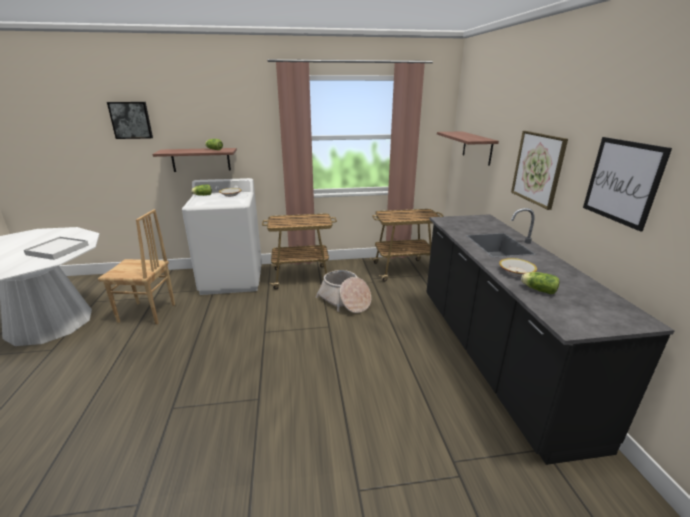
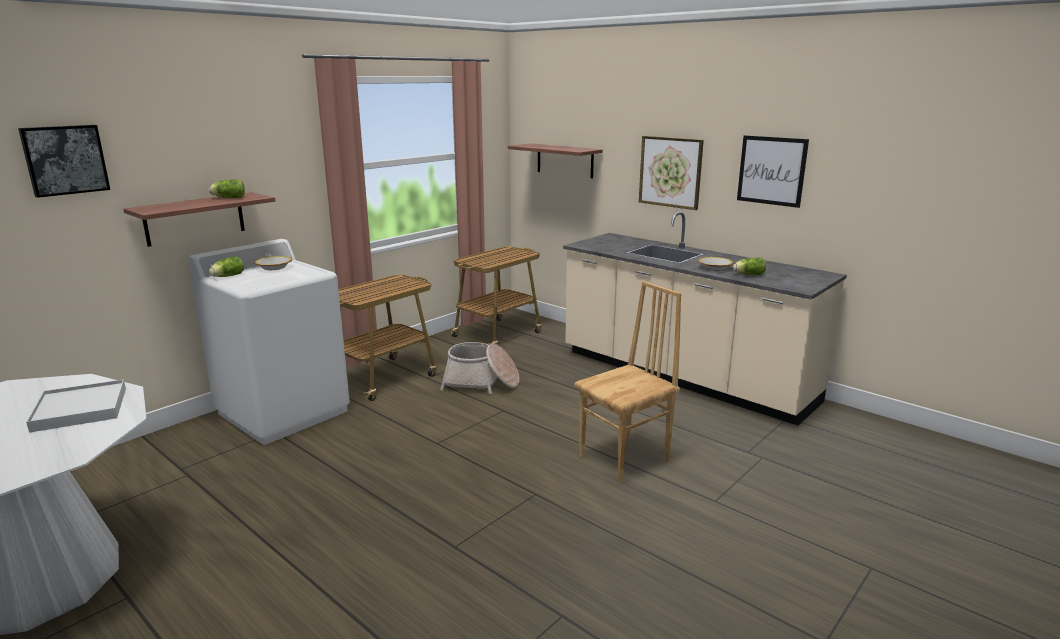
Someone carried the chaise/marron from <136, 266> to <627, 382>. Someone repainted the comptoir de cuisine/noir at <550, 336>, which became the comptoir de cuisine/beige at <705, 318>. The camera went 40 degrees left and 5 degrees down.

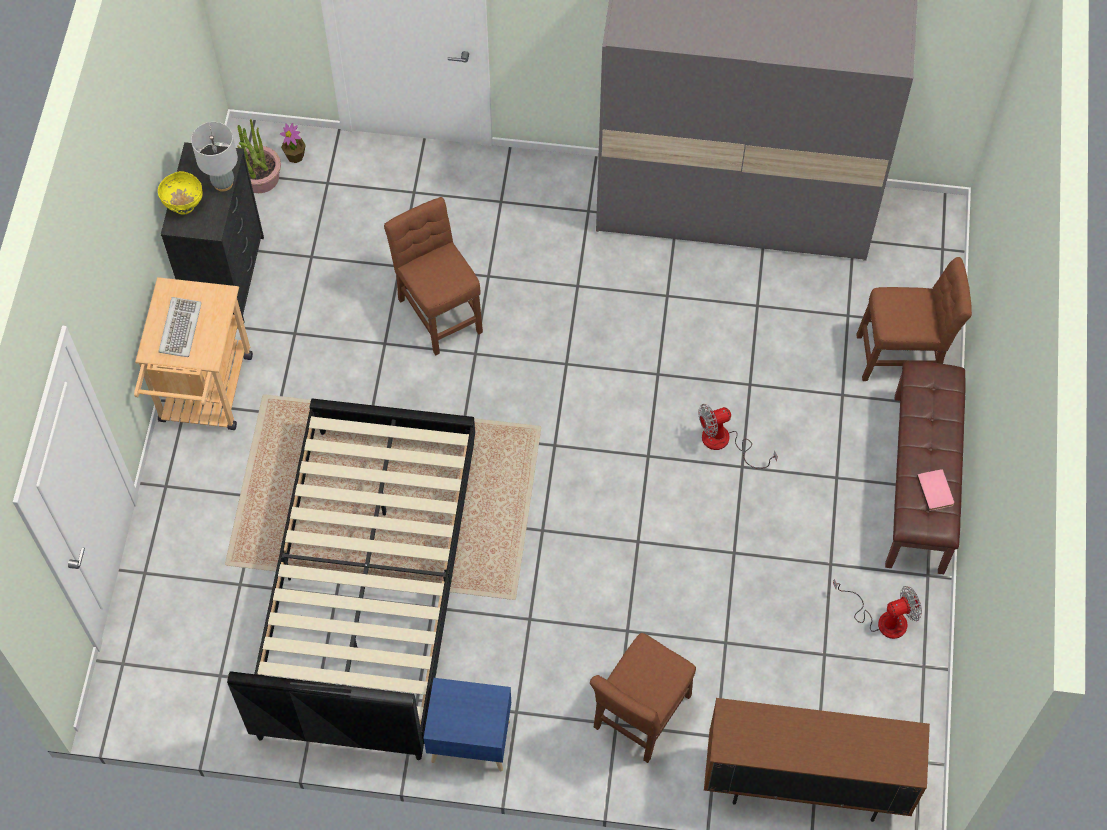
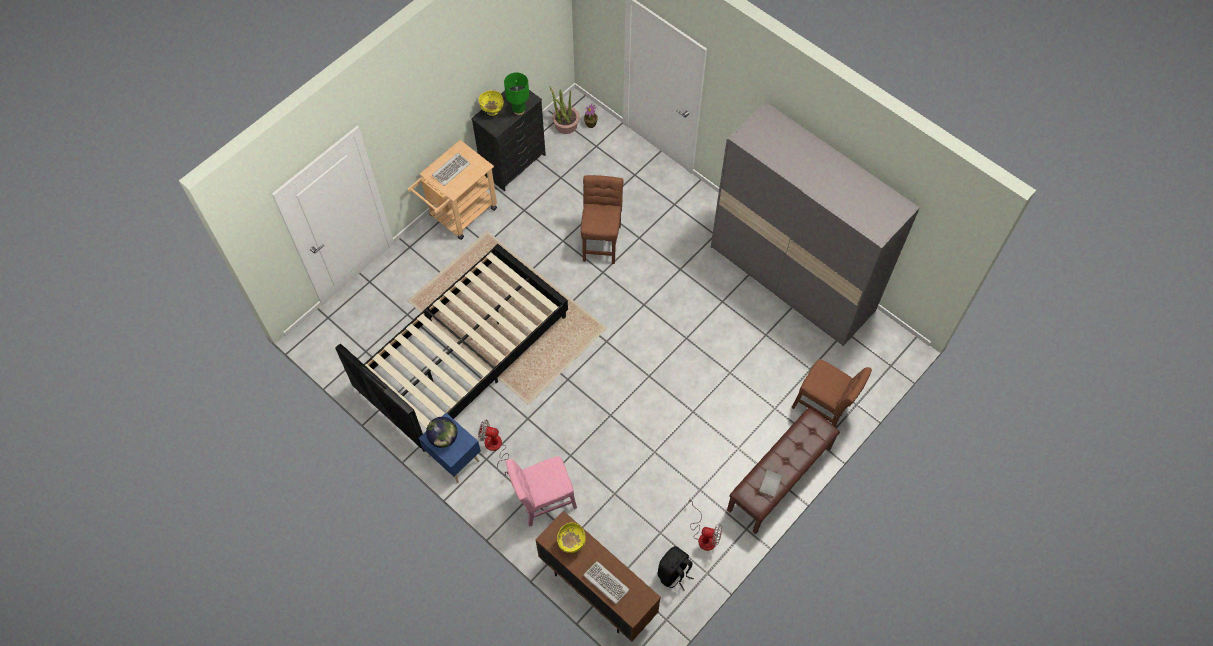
Someone put down the globe at <441, 432>. Someone put down the bol/jaune at <571, 538>. Someone put down the clavier at <606, 582>. Someone put down the sac à dos/noir at <675, 568>. Someone carried the ventilateur from <738, 436> to <493, 448>. Someone repainted the lampe de table/gris at <214, 157>, which became the lampe de table/vert at <516, 93>. Someone repainted the chaise/marron at <643, 698>, which became the chaise/rose at <541, 491>. Someone repainted the livre/rose at <935, 490>, which became the livre/gris at <770, 484>. The camera went 35 degrees right and 0 degrees up.

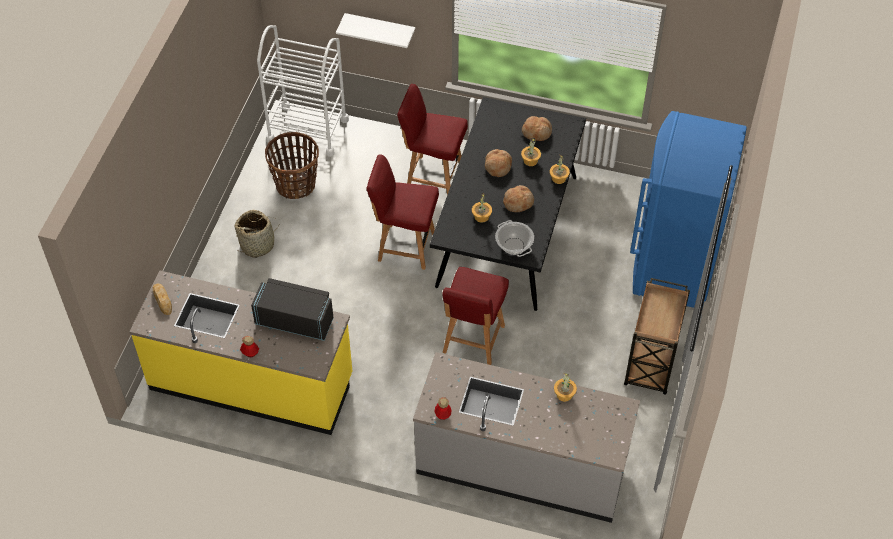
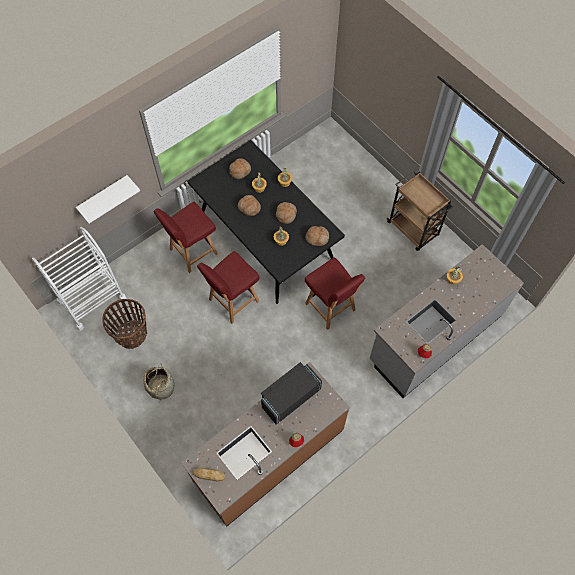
Someone took away the réfrigérateur/bleu at <688, 210>. Someone swapped the marmite at <514, 238> for the pain at <317, 236>. Someone repainted the comptoir de cuisine/jaune at <240, 353>, which became the comptoir de cuisine/marron at <265, 444>. The camera went 55 degrees left and 10 degrees up.

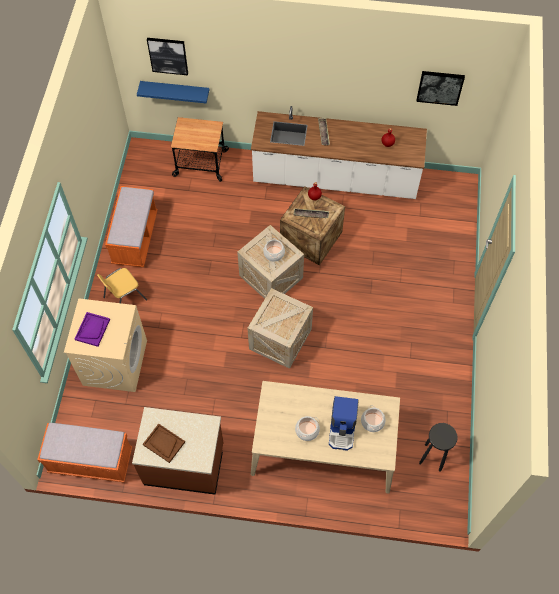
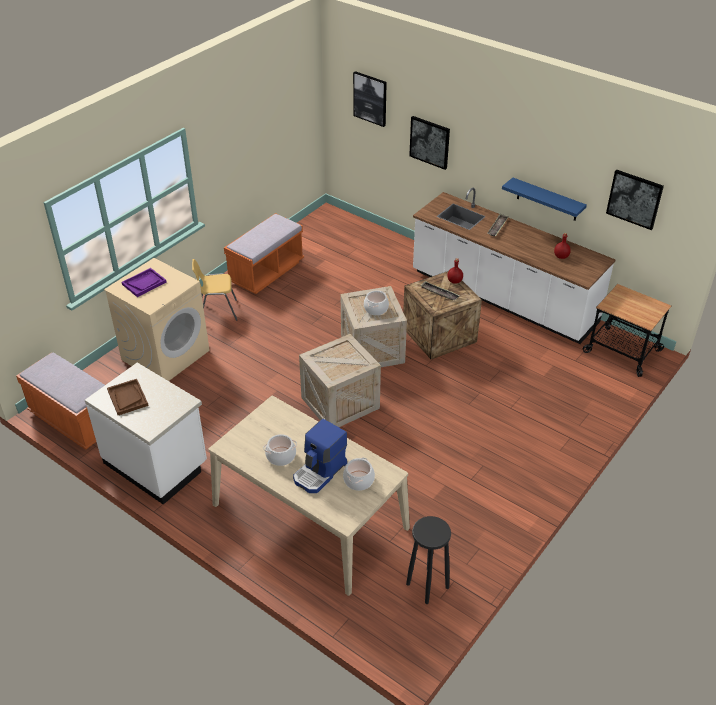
Someone put up the tableau at <429, 143>. Someone carried the étagère/bleu from <173, 92> to <544, 199>. Someone carried the chariot from <200, 149> to <627, 330>. Someone repainted the comptoir de cuisine/marron at <178, 451>, which became the comptoir de cuisine/blanc at <146, 433>. The camera went 30 degrees right and 20 degrees down.

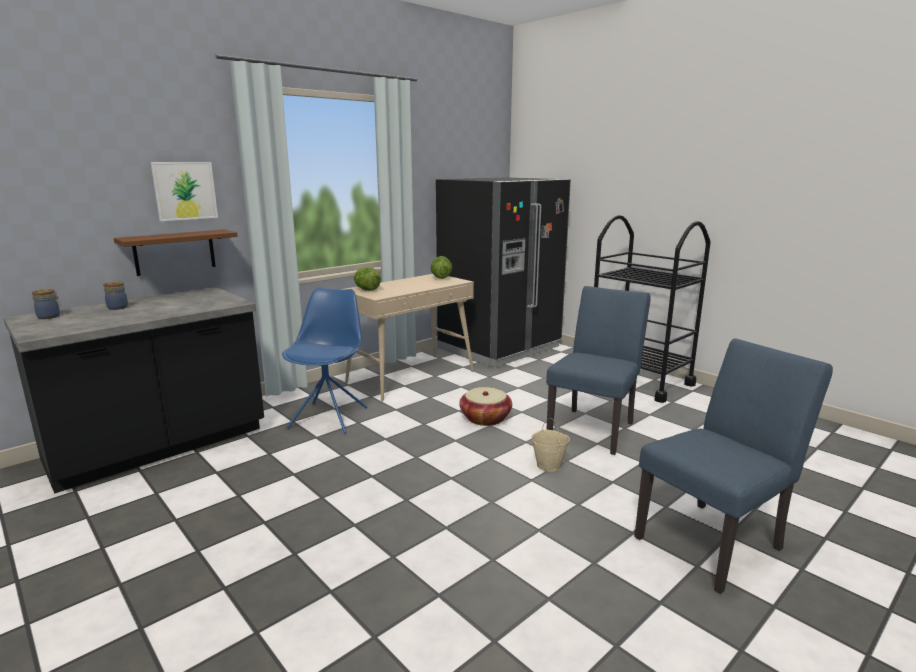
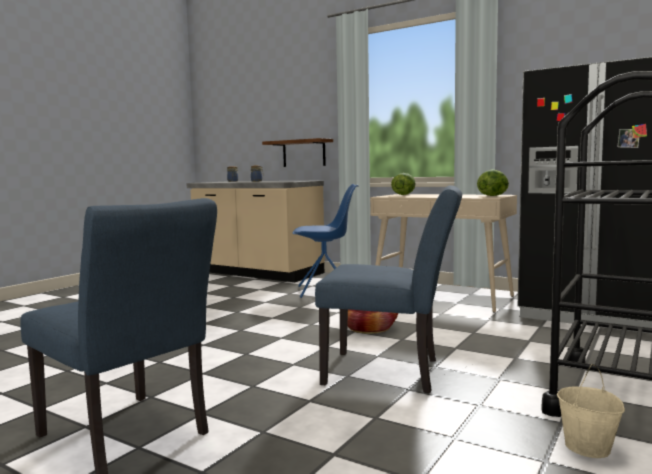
Someone took away the tableau at <184, 191>. Someone carried the seau/beige from <550, 445> to <591, 411>. Someone repainted the comptoir de cuisine/noir at <133, 390>, which became the comptoir de cuisine/beige at <256, 231>. The camera went 75 degrees right and 10 degrees down.

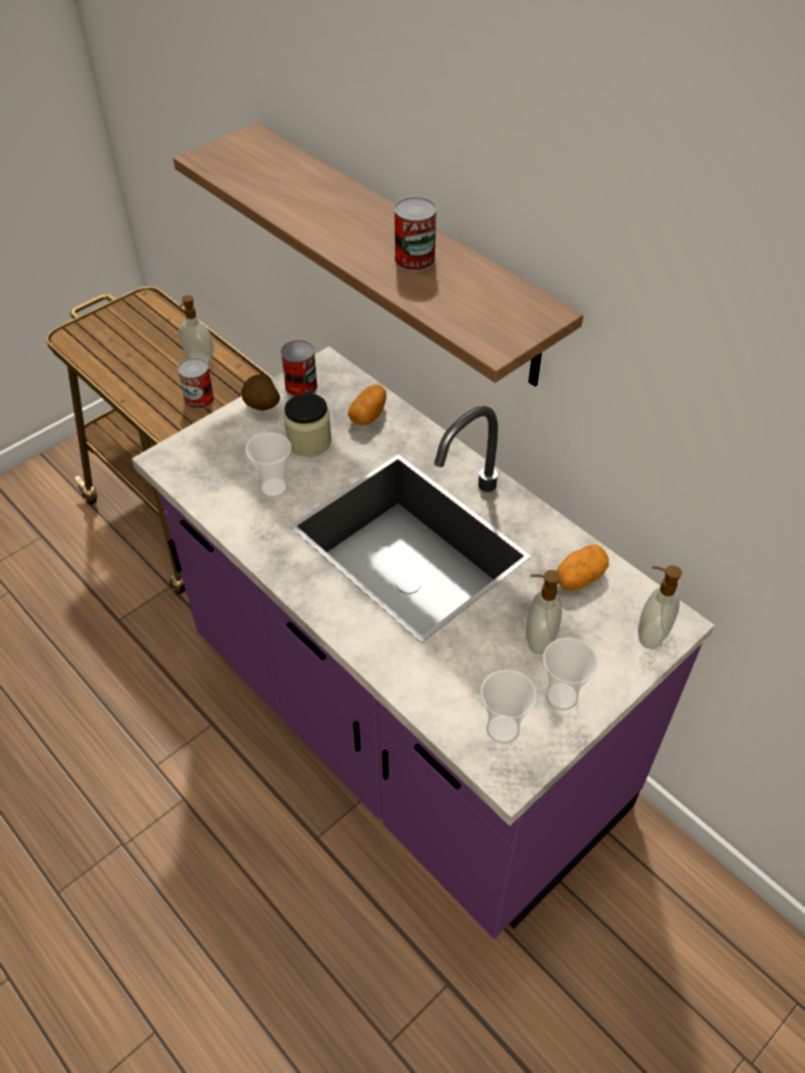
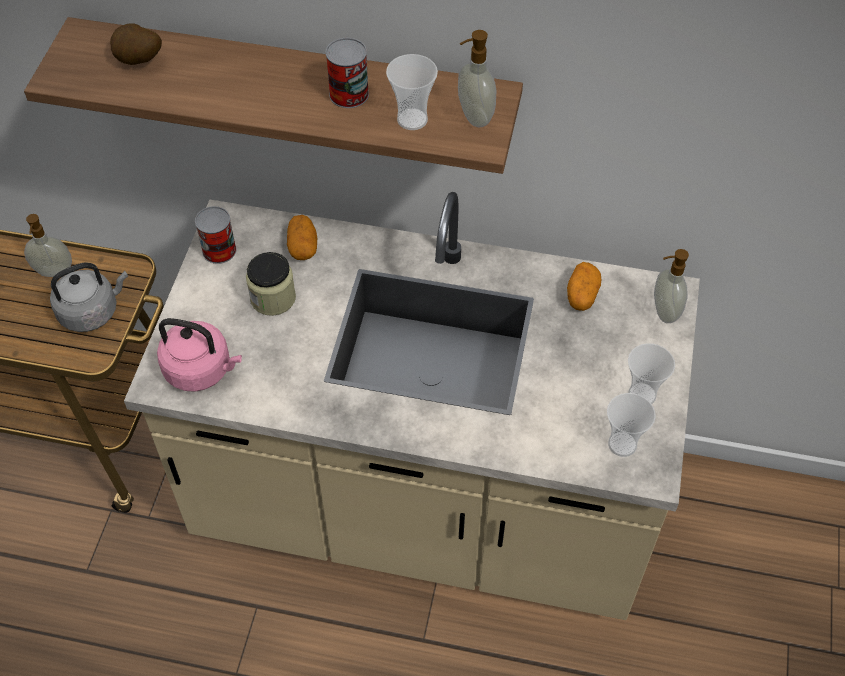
Someone put down the bouilloire/rose at <199, 355>. Someone carried the pomme de terre from <260, 393> to <136, 44>. Someone carried the tasse from <268, 465> to <412, 92>. Someone carried the distributeur de savon from <544, 612> to <477, 78>. Someone swapped the boîte métallique at <195, 383> for the bouilloire/gris at <89, 297>. Someone repainted the comptoir de cuisine/violet at <423, 642>, which became the comptoir de cuisine/beige at <412, 406>. The camera went 35 degrees left and 5 degrees up.

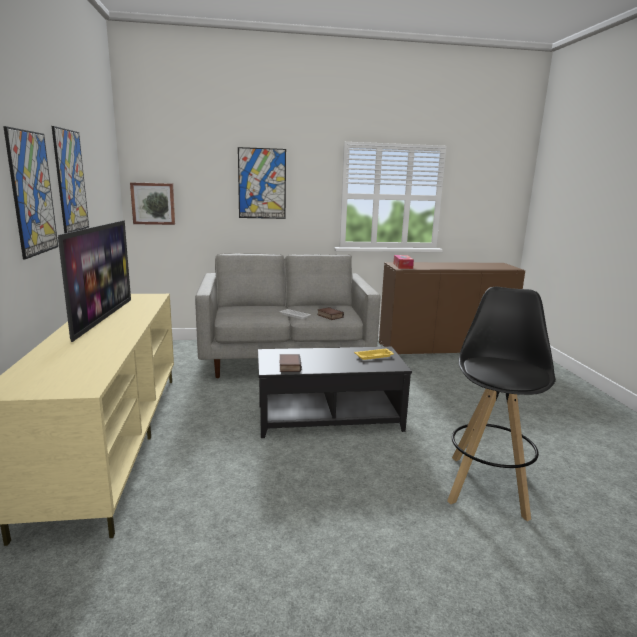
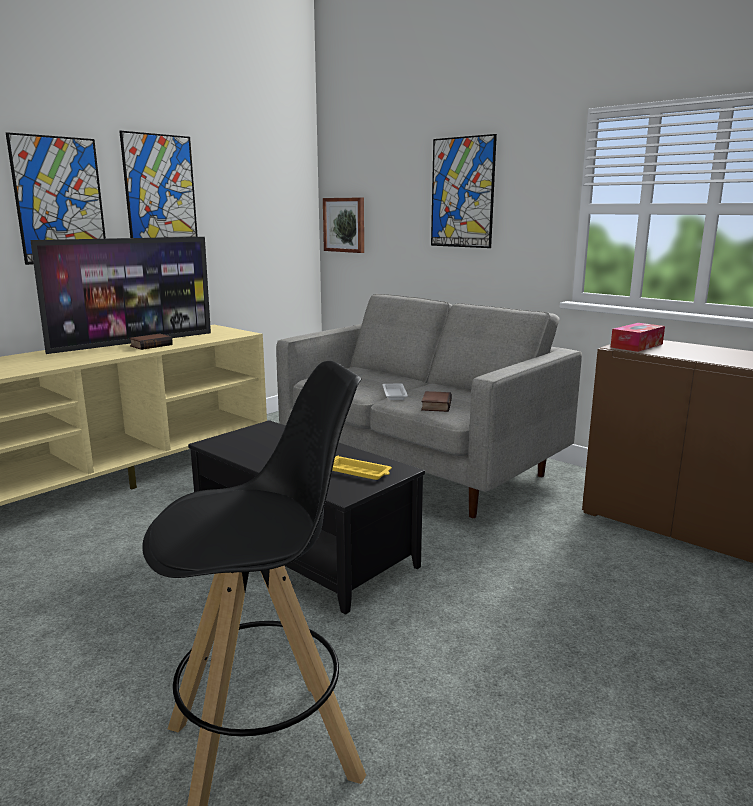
Someone carried the livre from <291, 363> to <151, 342>. The camera went 50 degrees right and 0 degrees up.

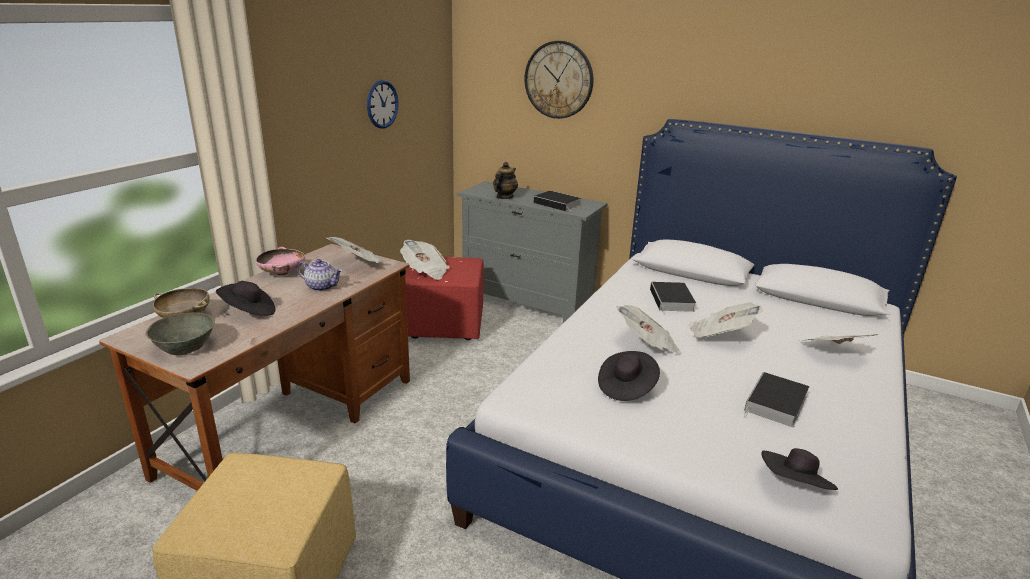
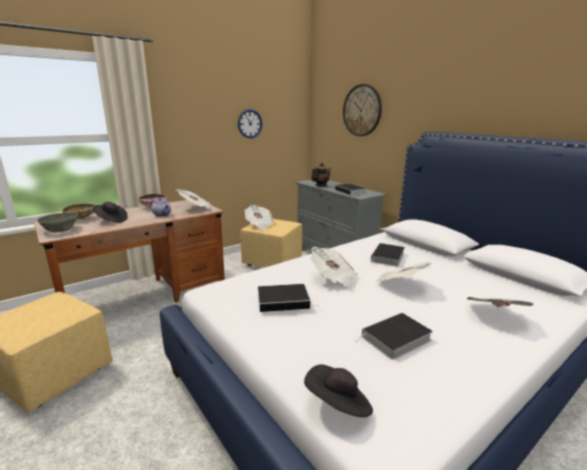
Someone swapped the chapeau/noir at <629, 376> for the livre at <288, 298>. Someone repainted the pouf/rouge at <444, 298>, which became the pouf/jaune at <271, 243>. The camera went 25 degrees right and 5 degrees down.

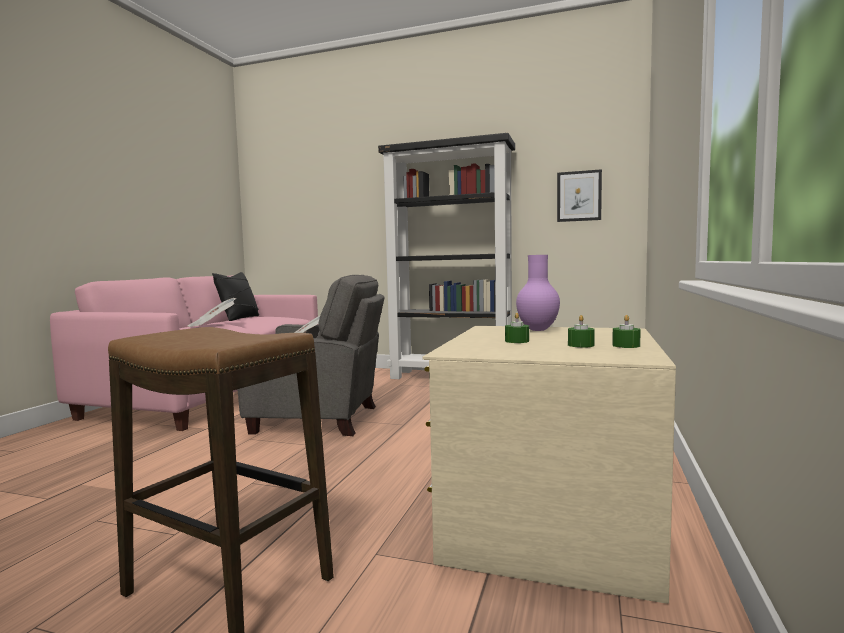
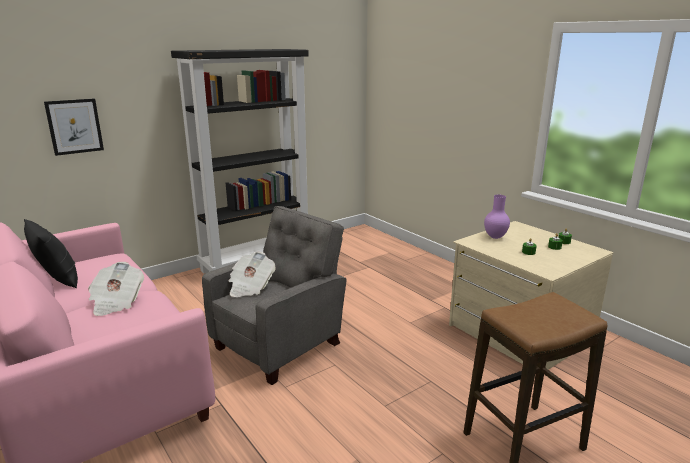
Someone carried the tableau from <579, 195> to <74, 127>. The camera went 55 degrees left and 15 degrees up.

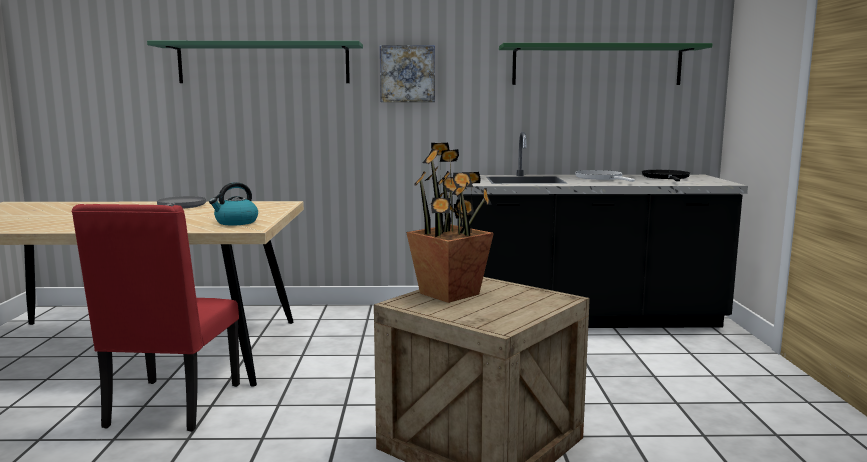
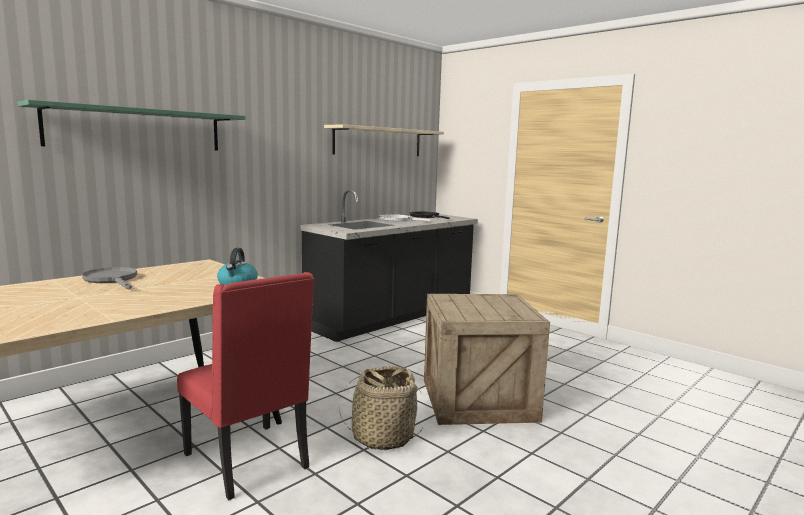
Someone took away the tableau at <407, 73>. Someone took away the plante en pot at <450, 223>. Someone put down the panier at <381, 408>. Someone repainted the étagère/vert at <606, 64>, which became the étagère/beige at <384, 140>. The camera went 45 degrees left and 0 degrees up.

